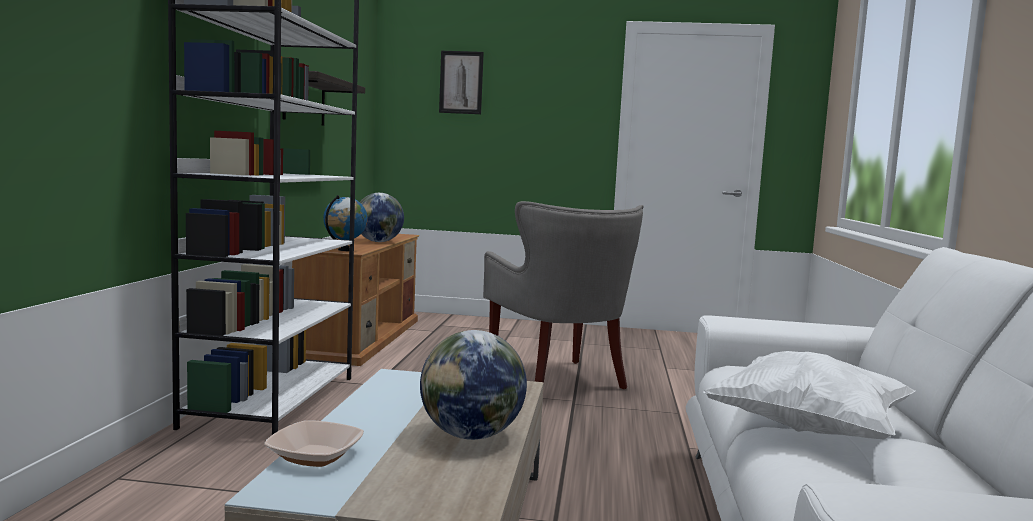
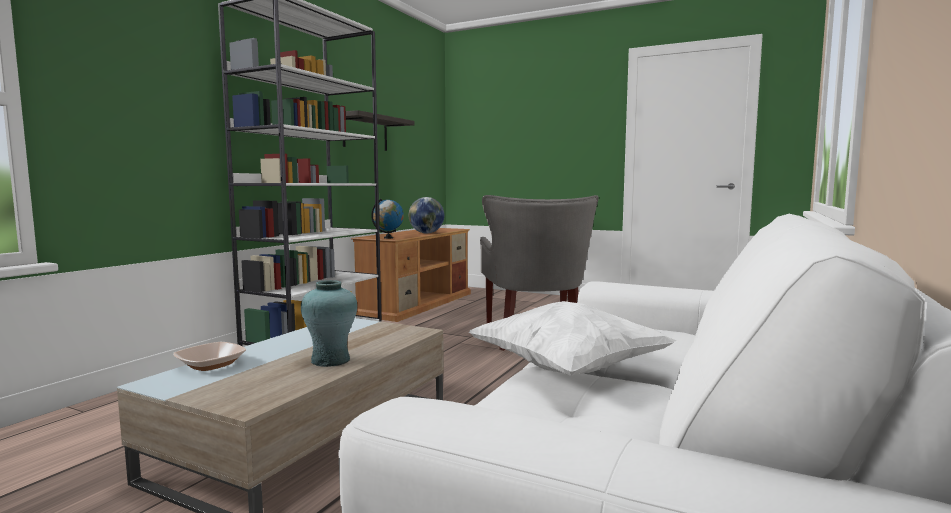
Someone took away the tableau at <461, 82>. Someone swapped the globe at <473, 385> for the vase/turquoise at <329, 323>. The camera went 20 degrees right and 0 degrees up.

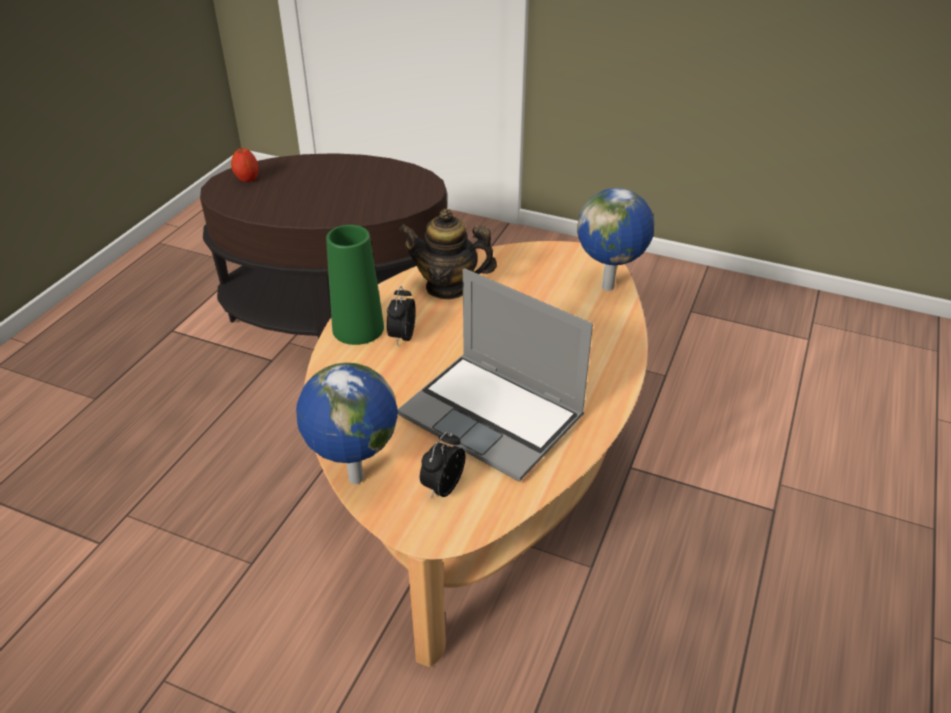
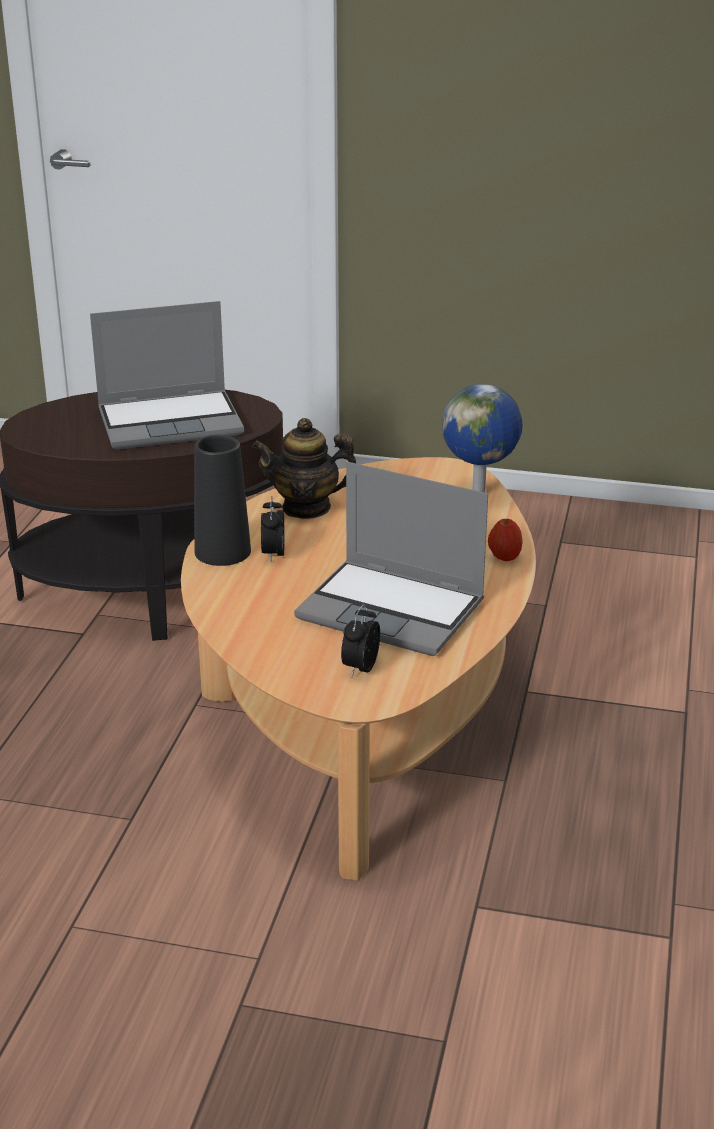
Someone took away the globe at <347, 423>. Someone put down the ordinateur portable at <167, 375>. Someone carried the pomme from <245, 165> to <505, 540>. Someone repainted the vase/vert at <355, 285>, which became the vase/noir at <222, 500>. The camera went 10 degrees left and 10 degrees down.

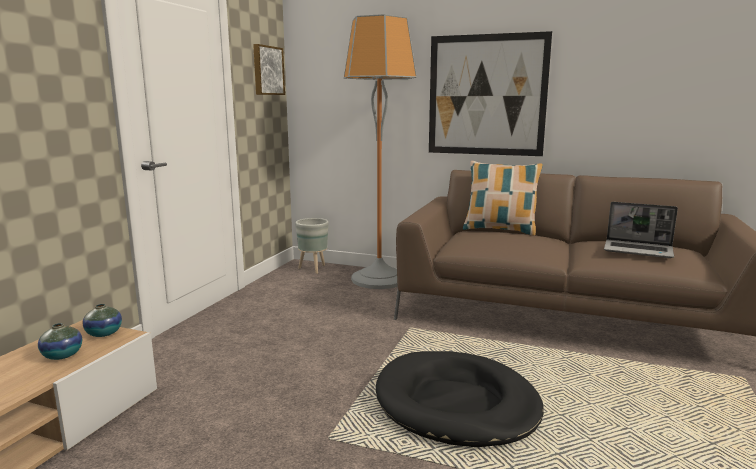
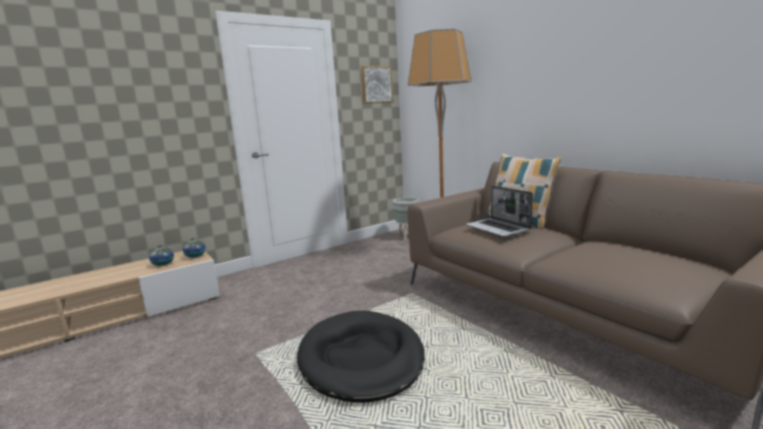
Someone took away the tableau at <490, 93>. Someone carried the ordinateur portable from <641, 230> to <499, 211>. The camera went 35 degrees right and 0 degrees up.

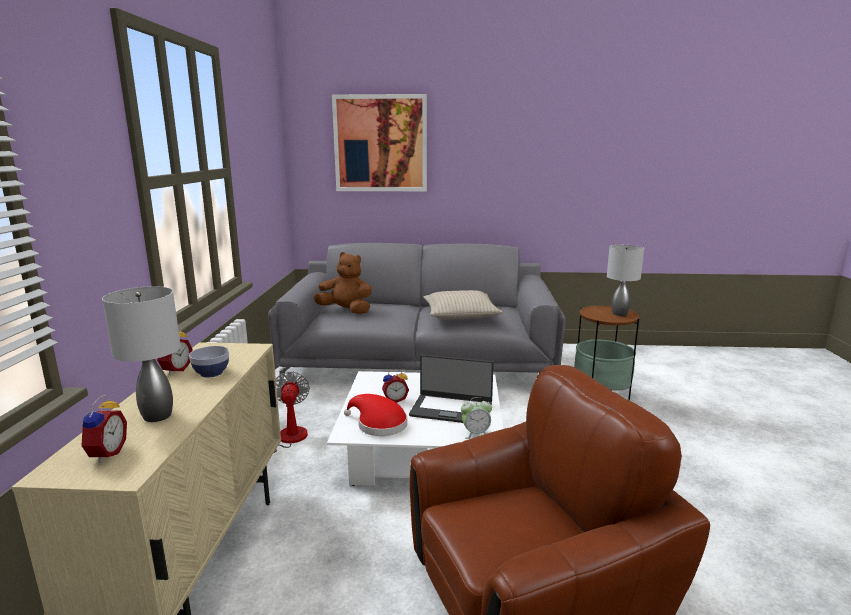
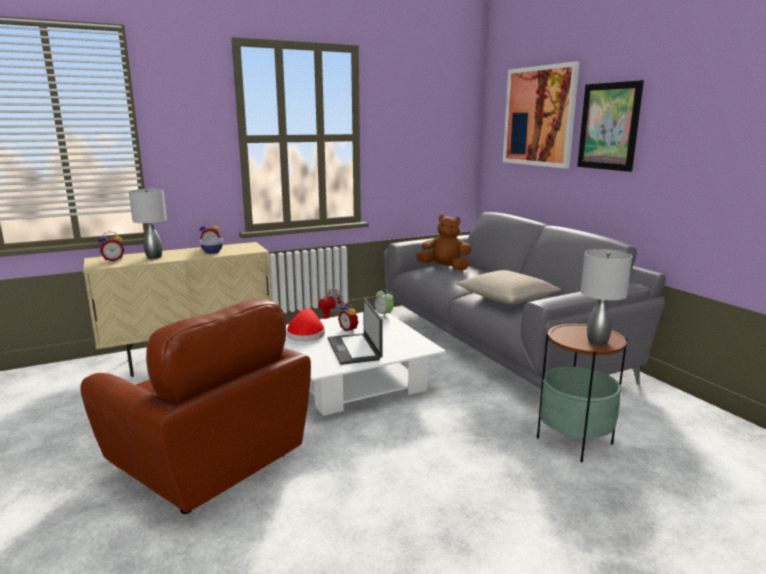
Someone put up the tableau at <610, 126>. Someone carried the réveil from <476, 418> to <384, 304>. Someone rotated the peluche/marron at <343, 283> by 60 degrees counterclockwise. The camera went 60 degrees right and 0 degrees up.

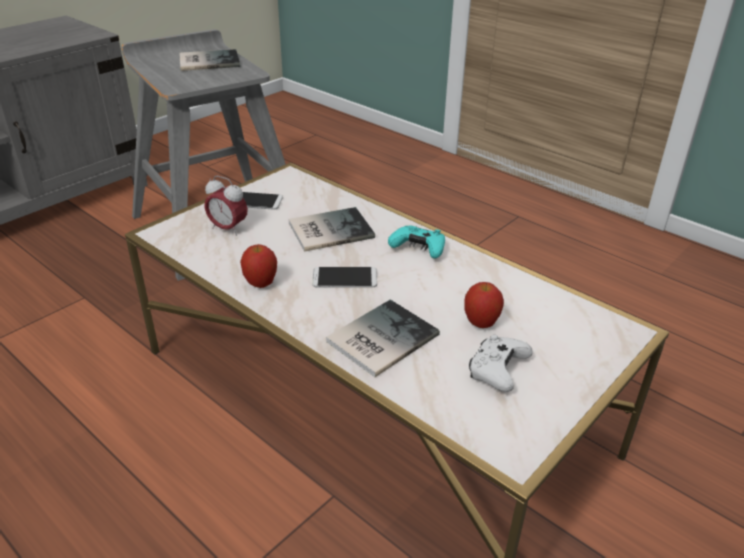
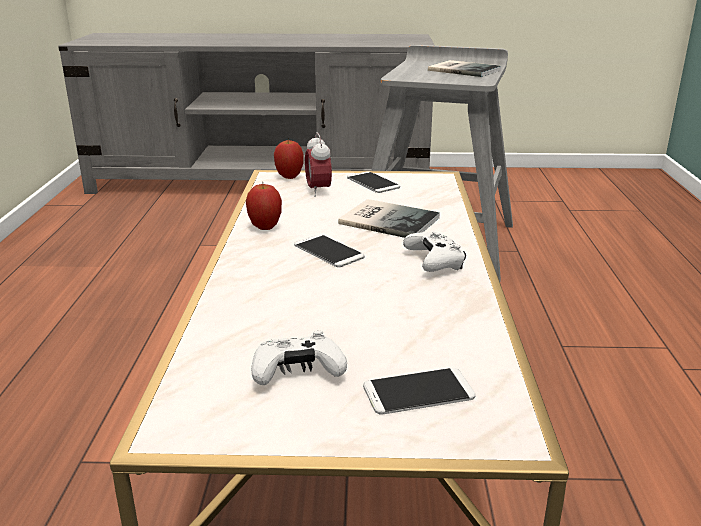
Someone took away the livre at <383, 338>. Someone put down the téléphone at <419, 391>. Someone carried the pomme from <484, 305> to <289, 158>. Someone repainted the manette/turquoise at <416, 242>, which became the manette/blanc at <434, 252>. The camera went 50 degrees right and 10 degrees down.

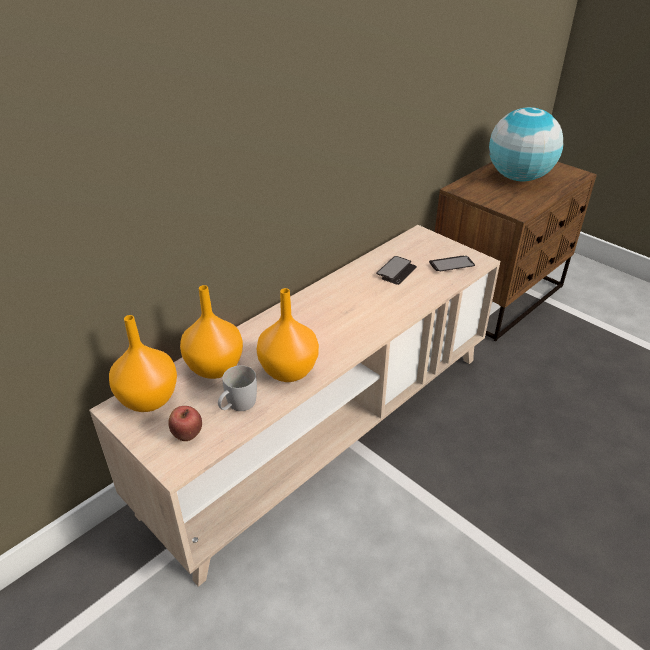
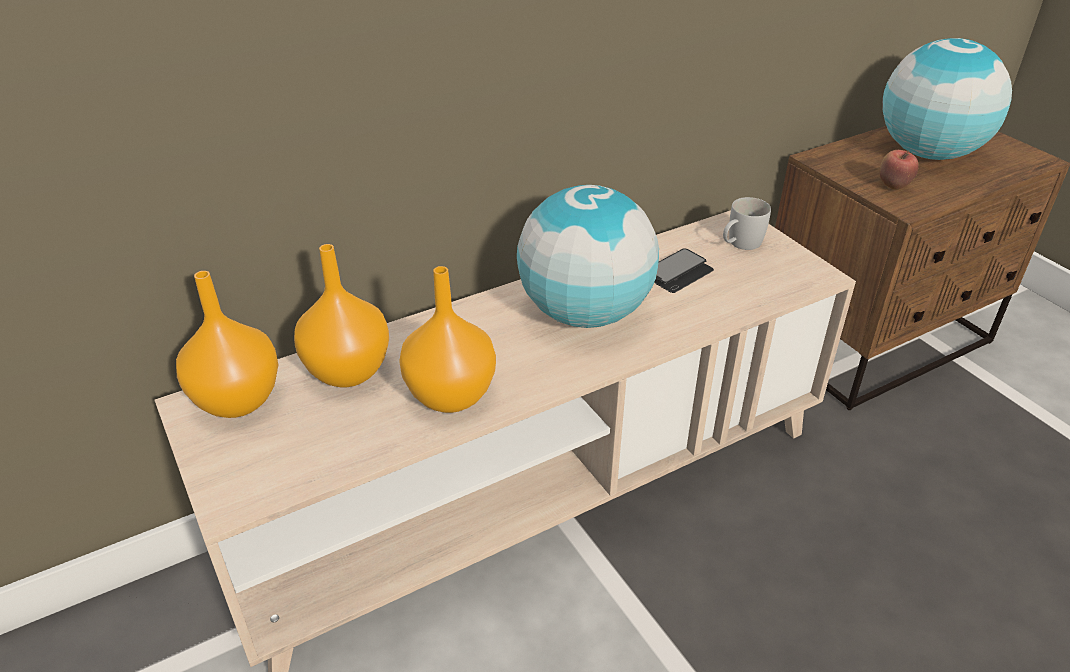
Someone took away the téléphone at <452, 263>. Someone put down the globe at <588, 256>. Someone carried the pomme from <185, 423> to <899, 170>. Someone carried the mug/blanc from <237, 388> to <747, 223>. The camera went 15 degrees right and 0 degrees up.

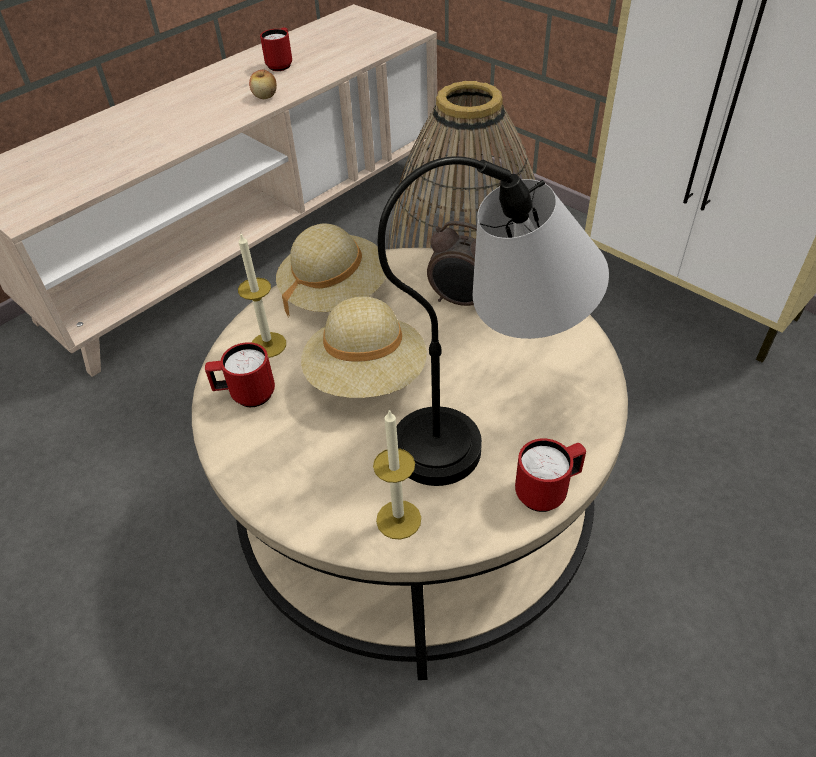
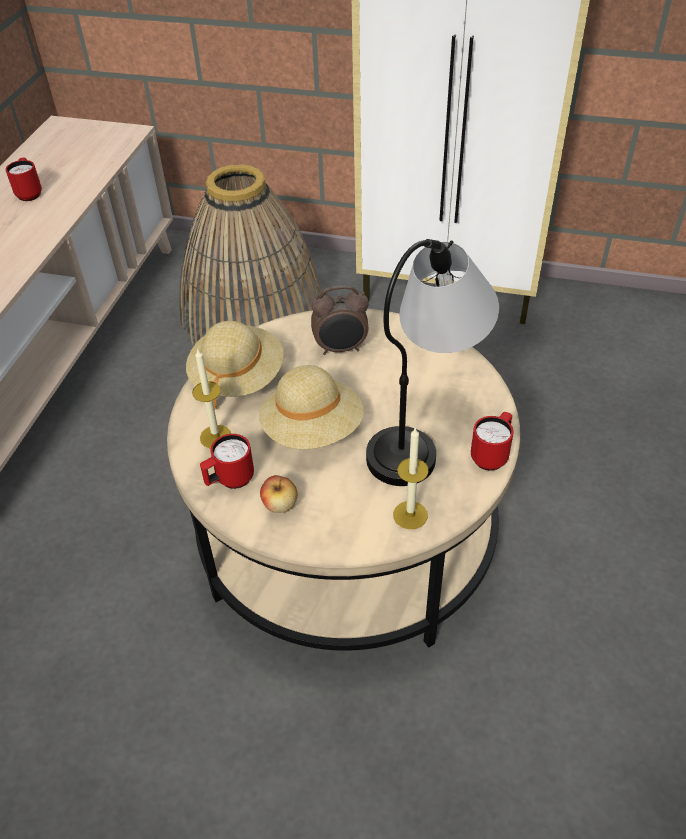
Someone carried the pomme from <263, 84> to <279, 494>. The camera went 30 degrees left and 0 degrees up.

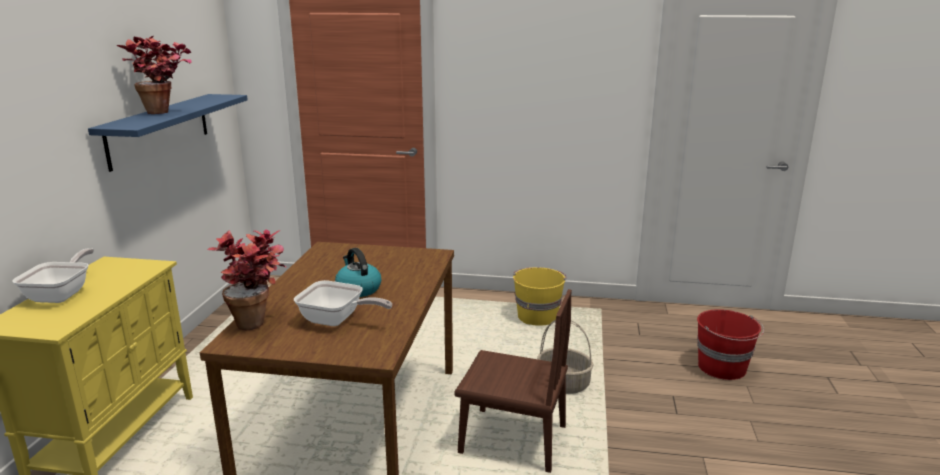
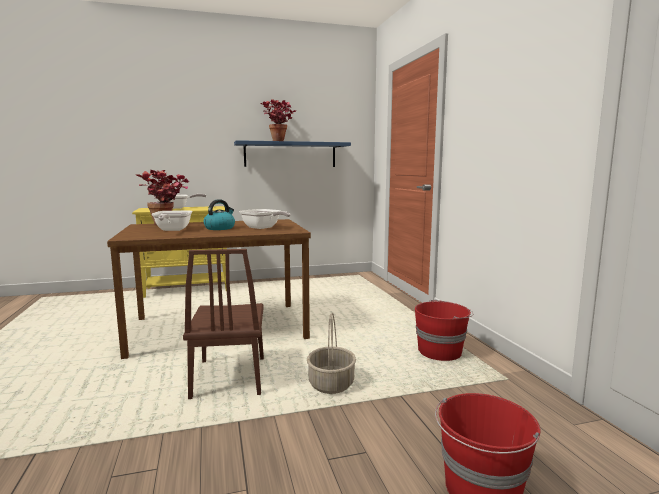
Someone put down the poêle at <265, 219>. Someone repainted the seau/jaune at <540, 296>, which became the seau/rouge at <444, 330>. The camera went 65 degrees right and 10 degrees down.

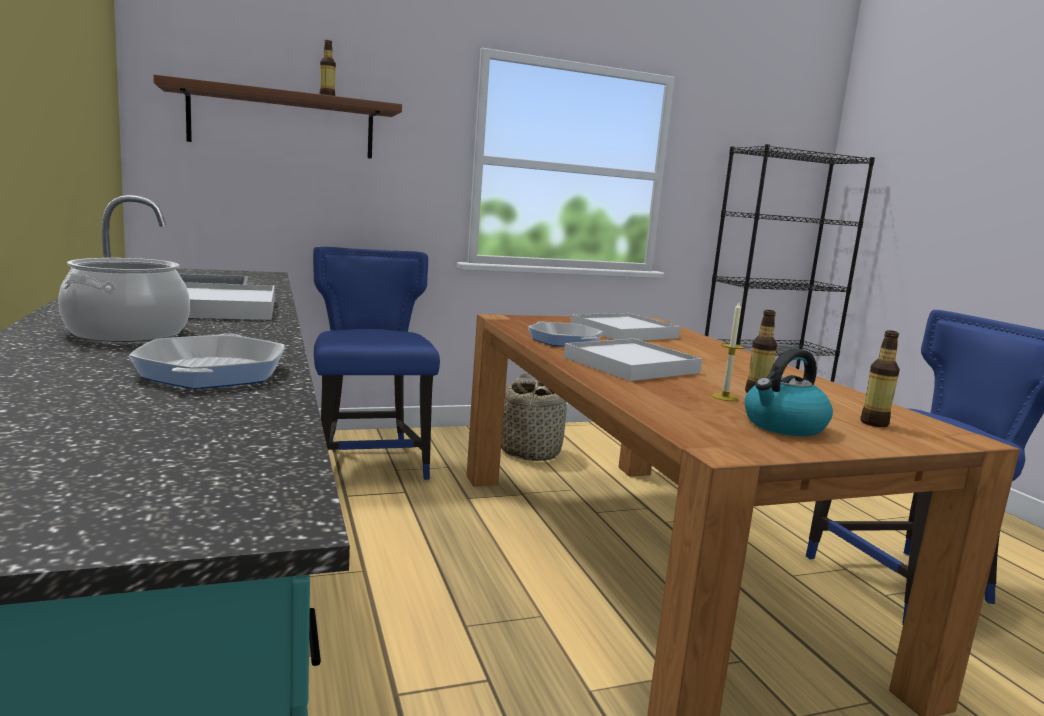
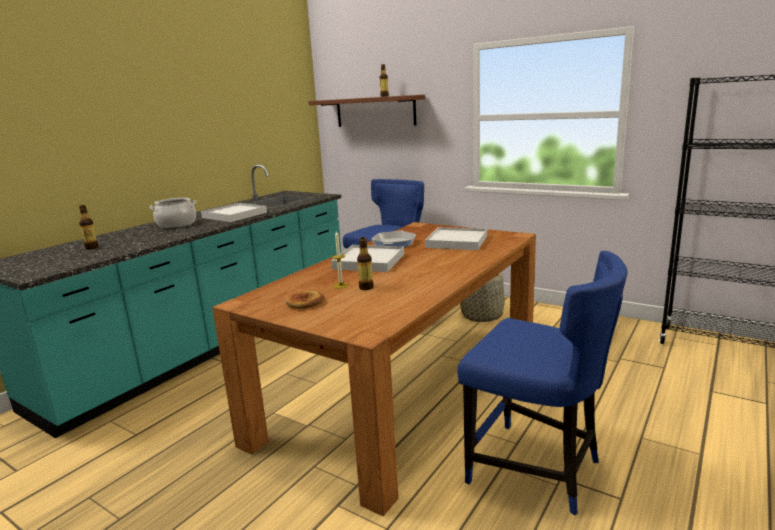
Someone took away the poêle at <207, 361>. Someone carried the bouteille from <880, 378> to <89, 227>. Someone swapped the bouilloire at <789, 392> for the pain at <305, 299>. The camera went 55 degrees right and 5 degrees up.

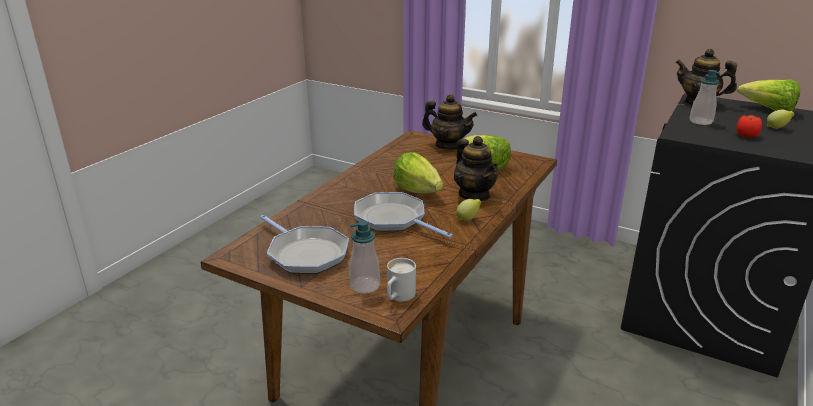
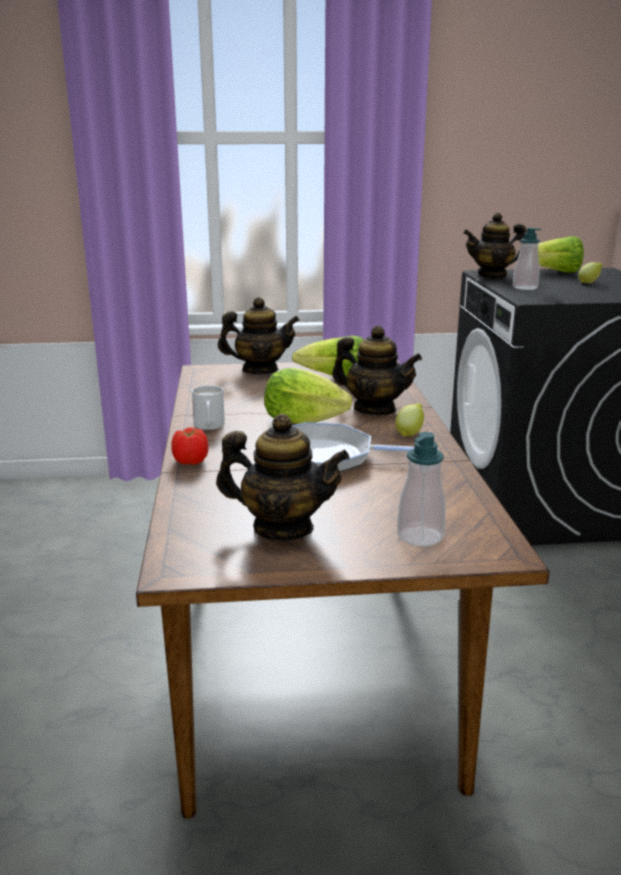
Someone carried the mug/blanc from <401, 279> to <208, 407>. Someone carried the tomate from <749, 126> to <189, 446>. Someone swapped the poêle at <304, 244> for the théière at <283, 477>. The camera went 35 degrees left and 5 degrees down.

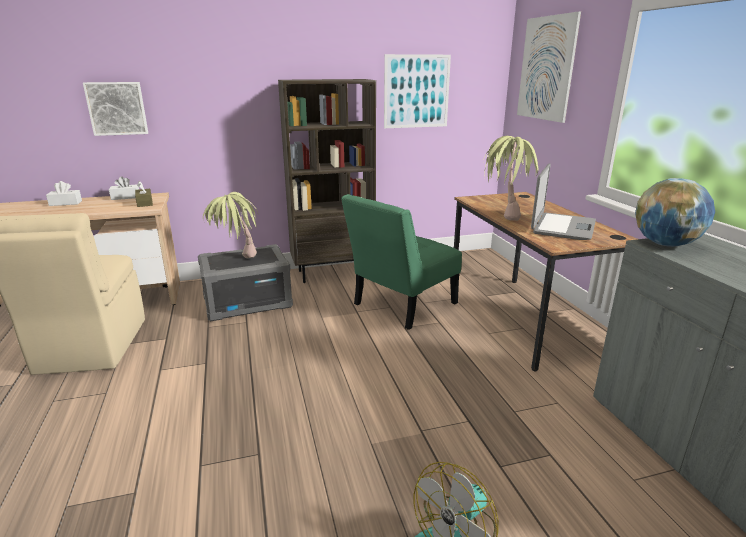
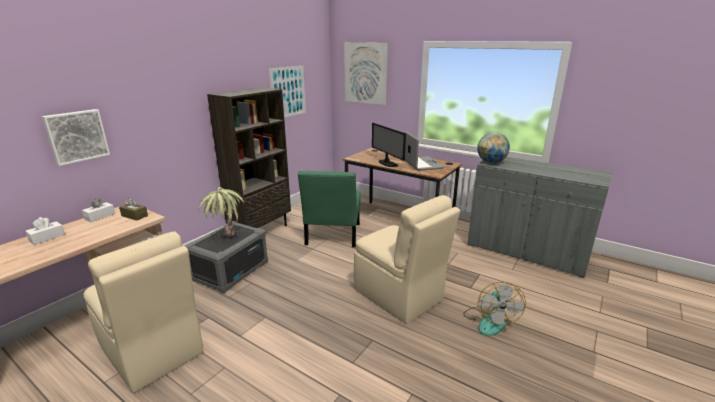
Someone put down the chaise/beige at <407, 259>. Someone swapped the plante en pot at <510, 178> for the écran d'ordinateur at <389, 145>. The camera went 40 degrees left and 0 degrees up.

